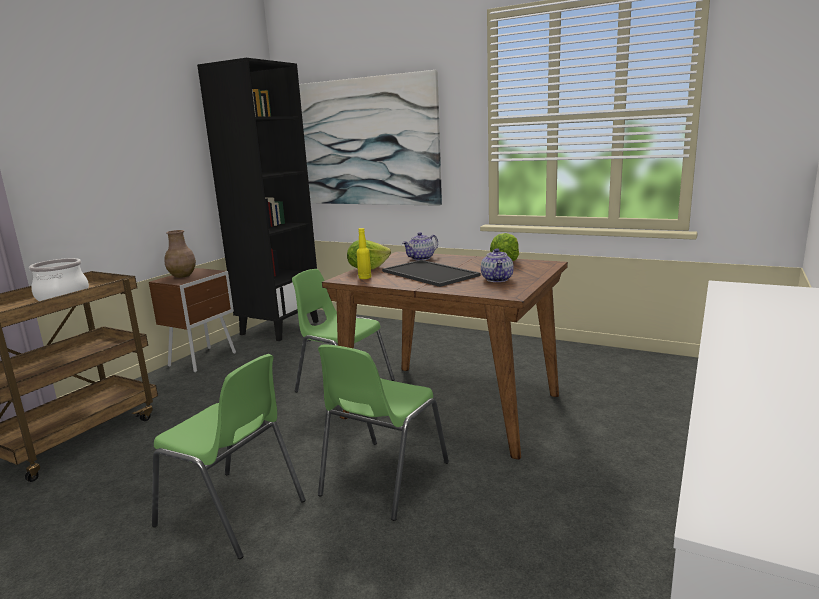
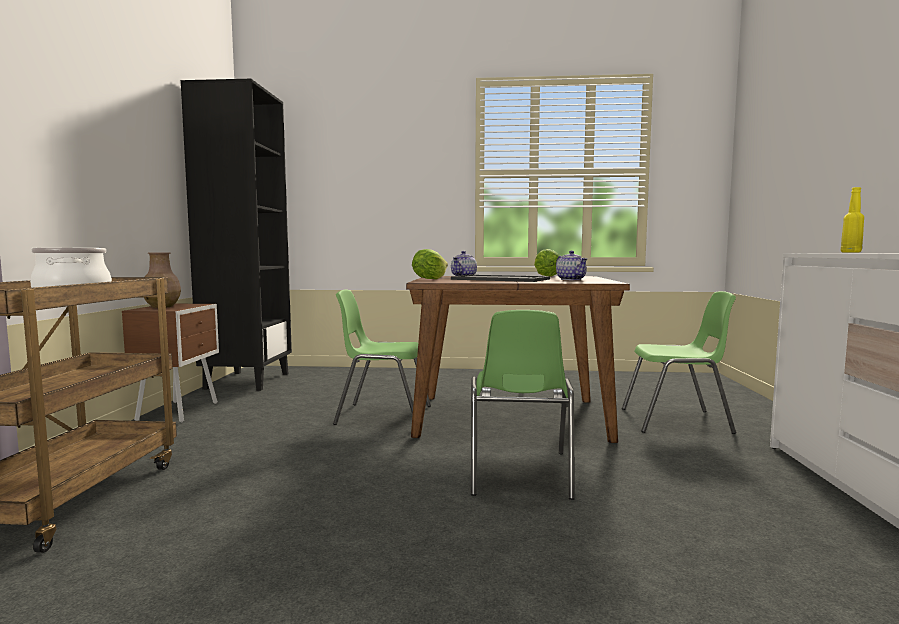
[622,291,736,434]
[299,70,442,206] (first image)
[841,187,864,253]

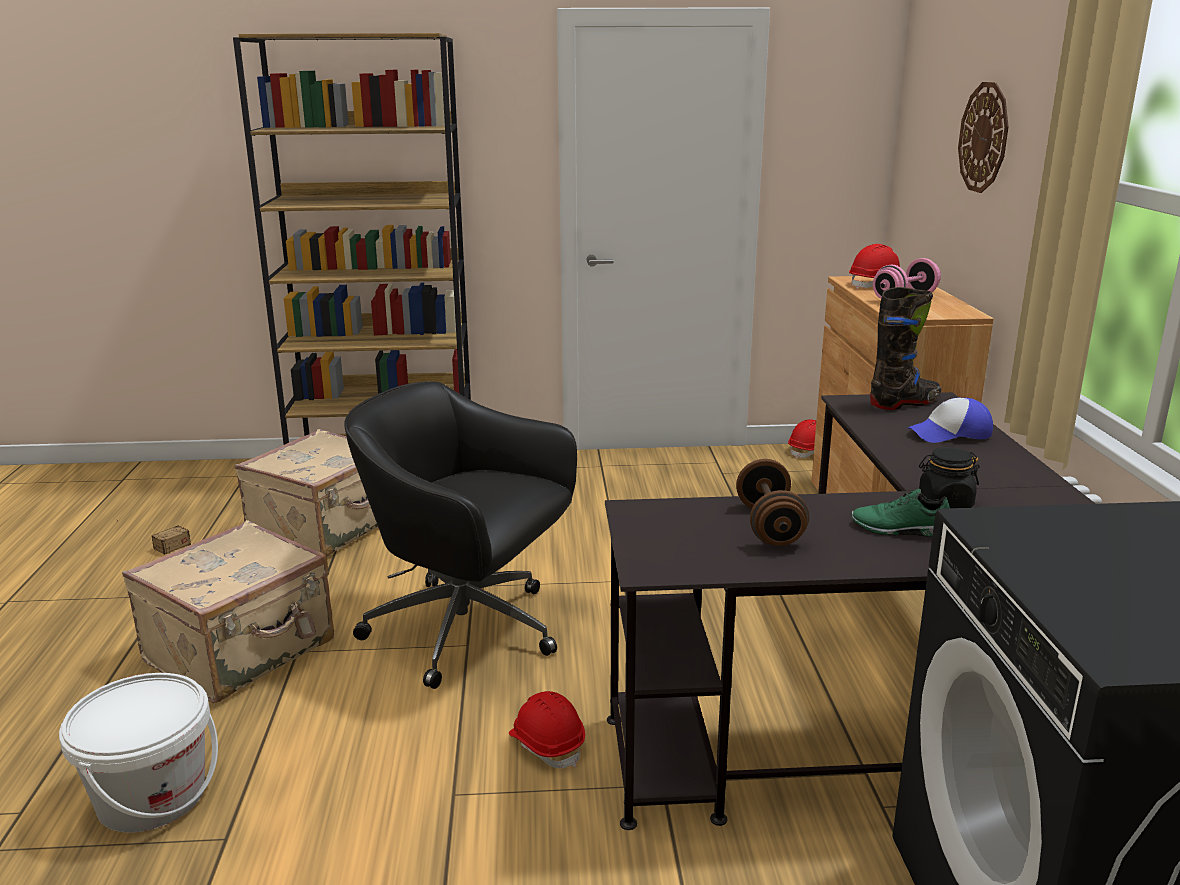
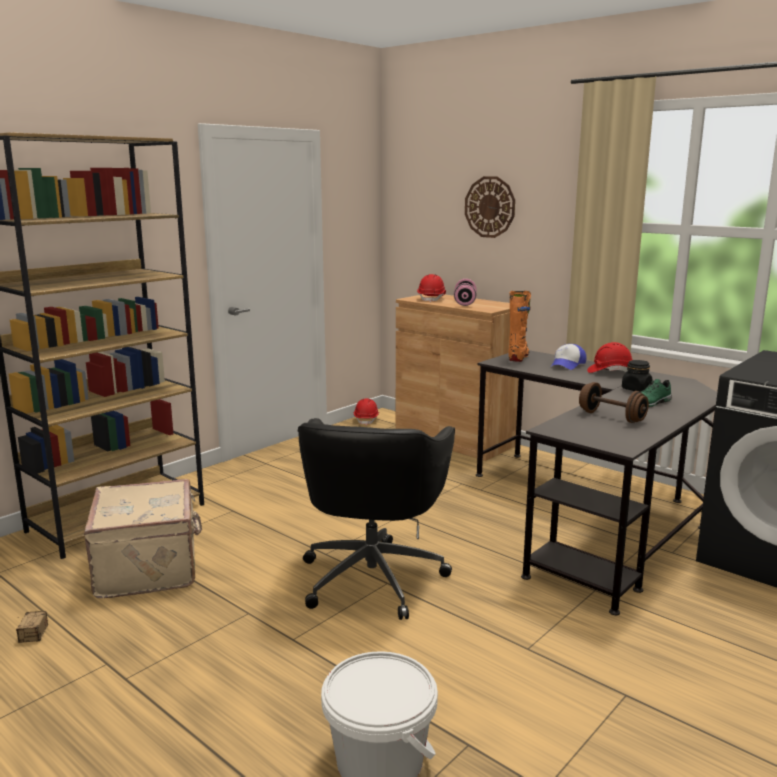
[122,520,334,703] (first image)
[298,418,455,620]
[587,342,633,373]
[508,291,531,362]

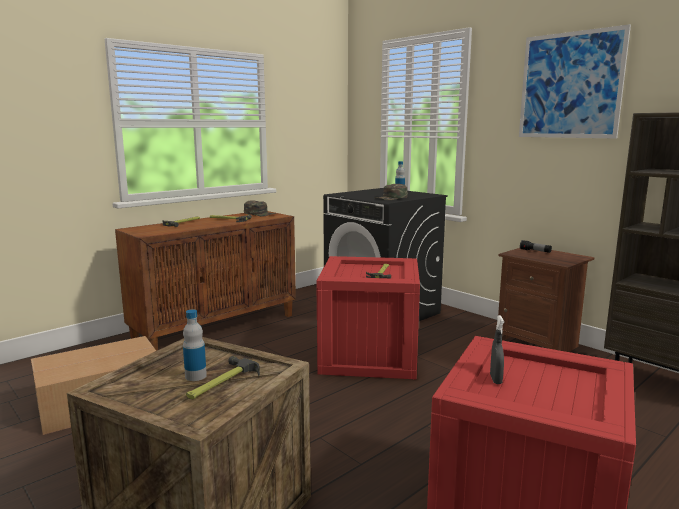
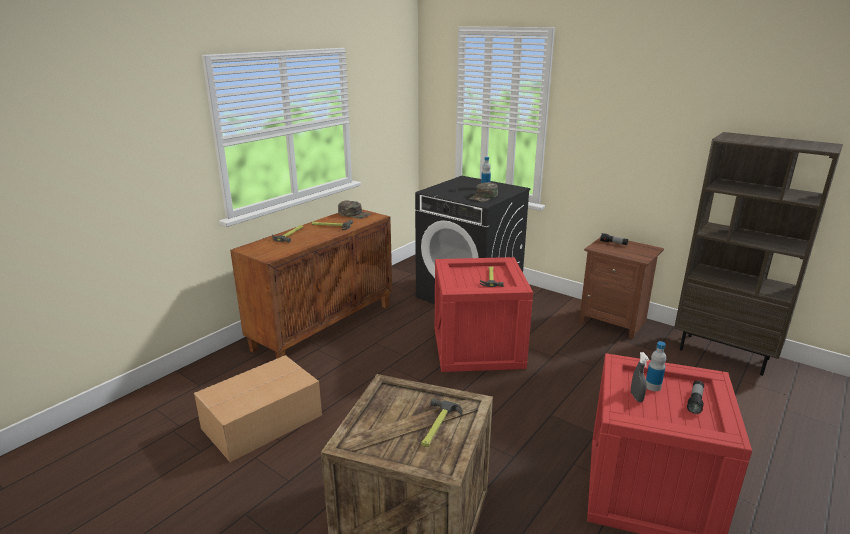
[646,341,666,391]
[519,24,631,139] (first image)
[687,380,704,414]

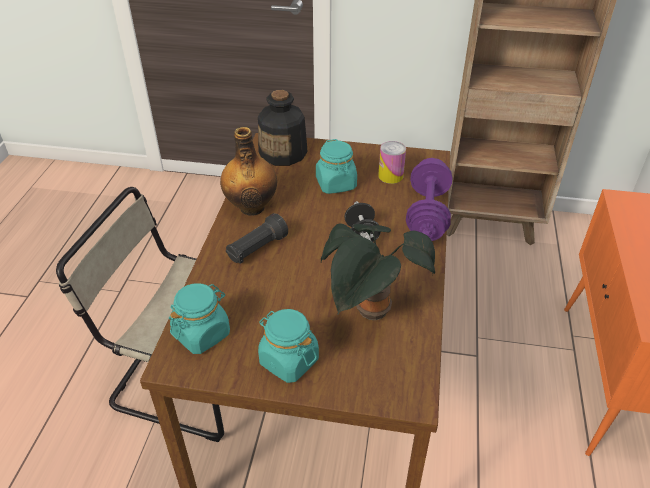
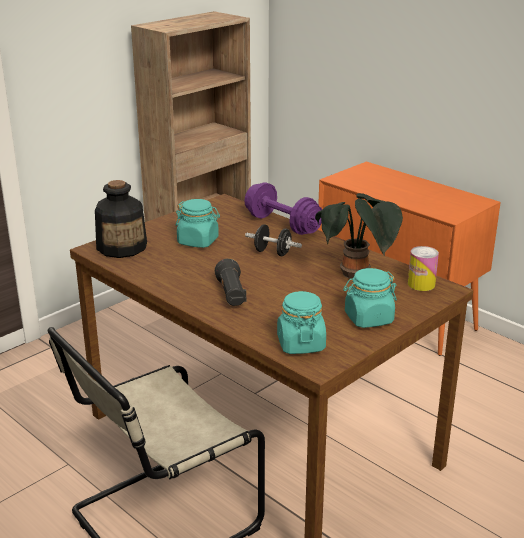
[220,127,277,216] (first image)
[408,246,439,291]

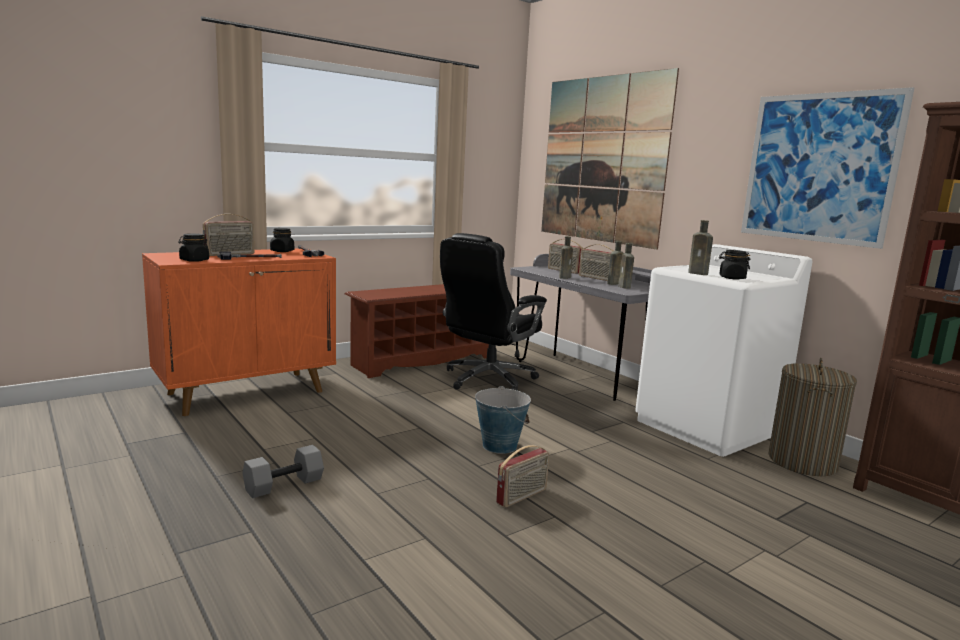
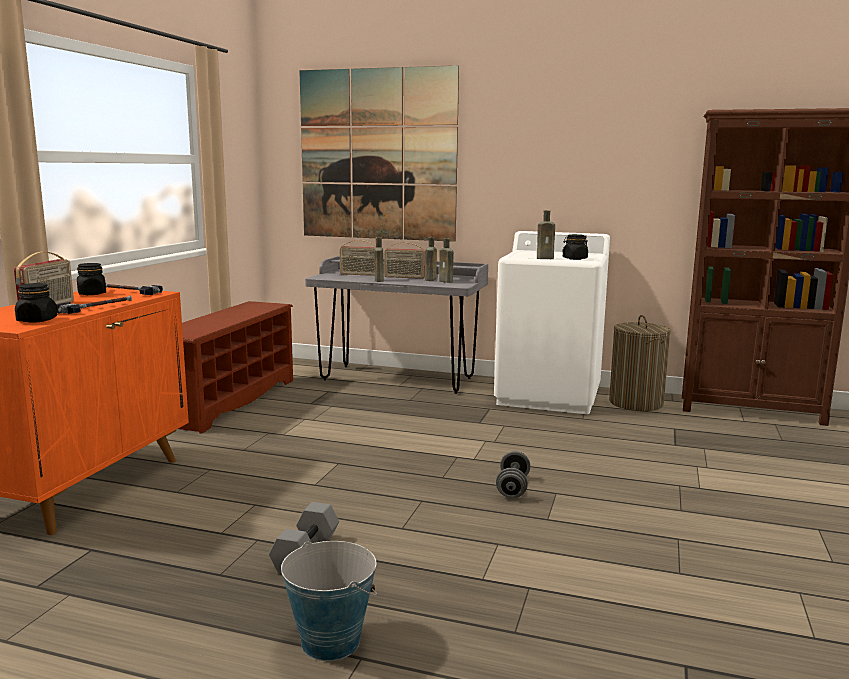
[440,233,547,391] (first image)
[281,541,377,661]
[496,451,530,498]
[741,87,914,249] (first image)

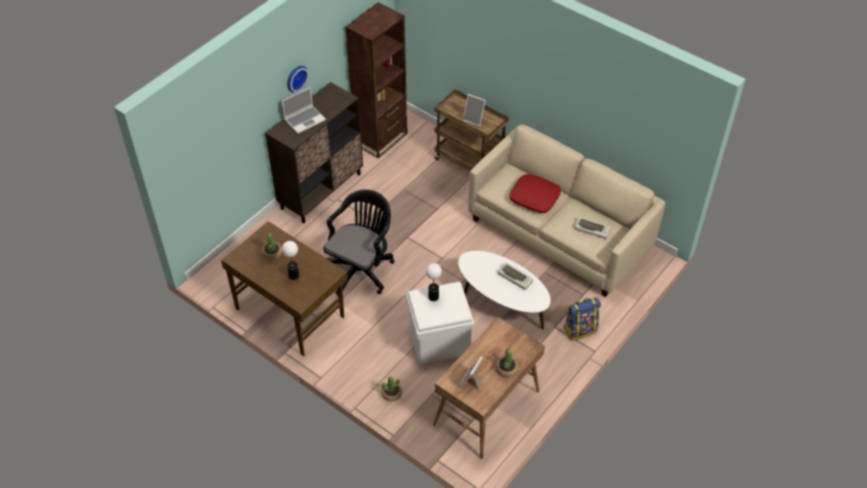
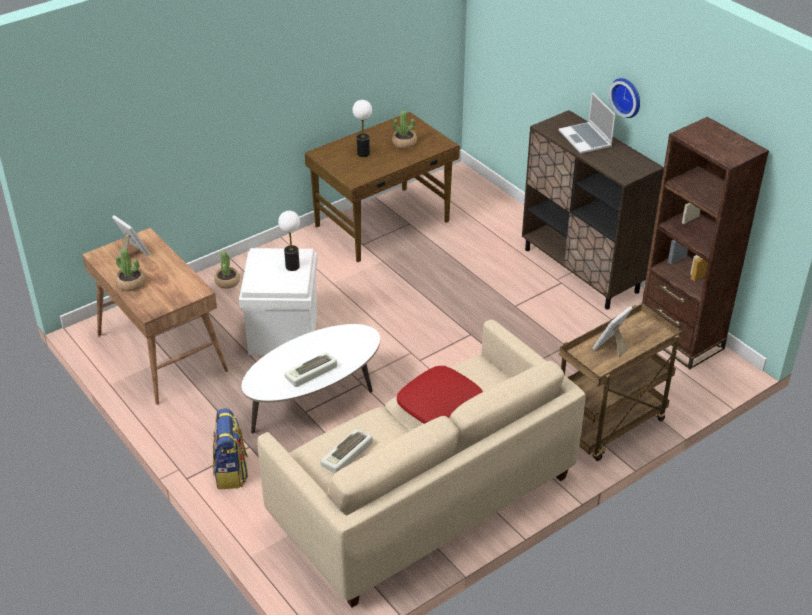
[323,189,394,295] (first image)

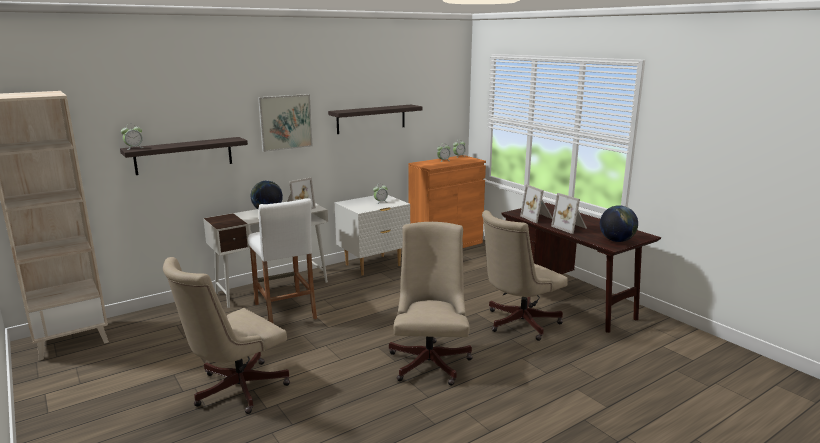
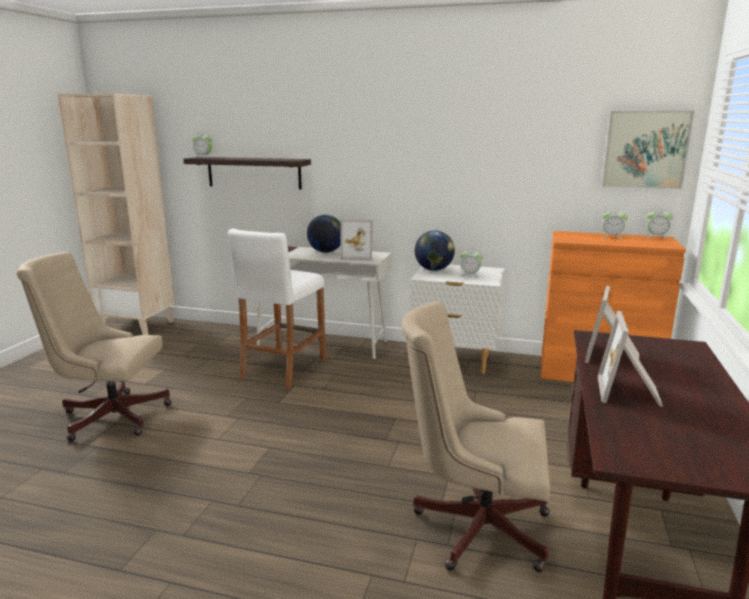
[602,111,694,189]
[328,105,423,134] (first image)
[389,222,473,386] (first image)
[415,230,455,271]

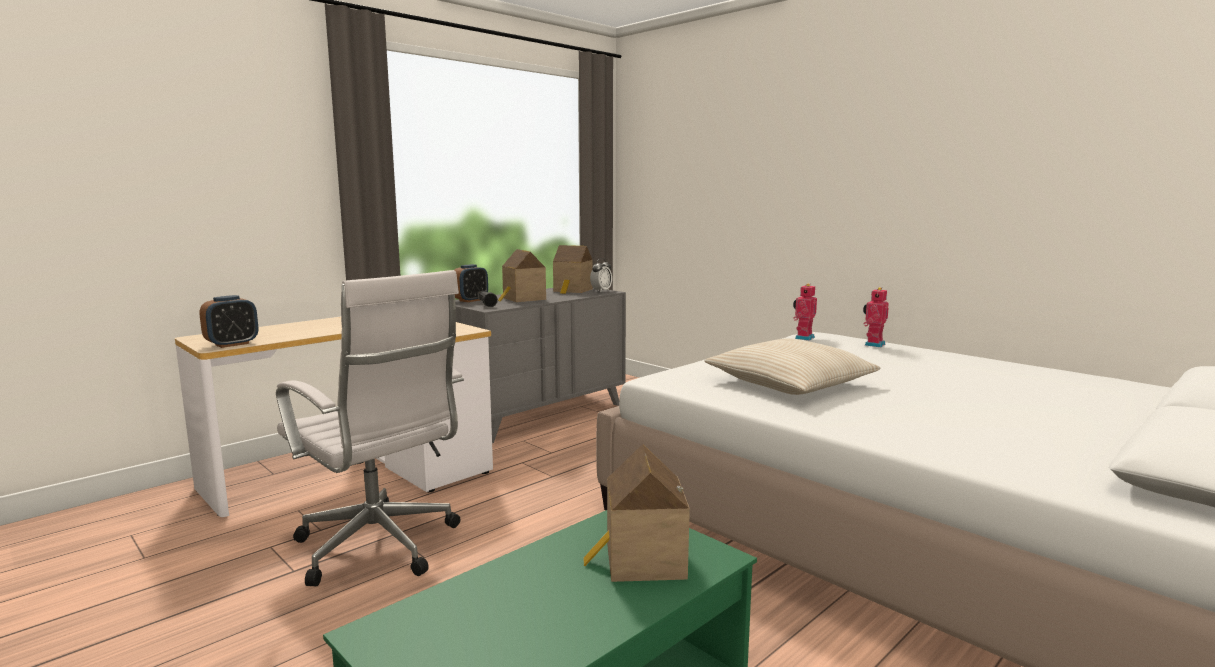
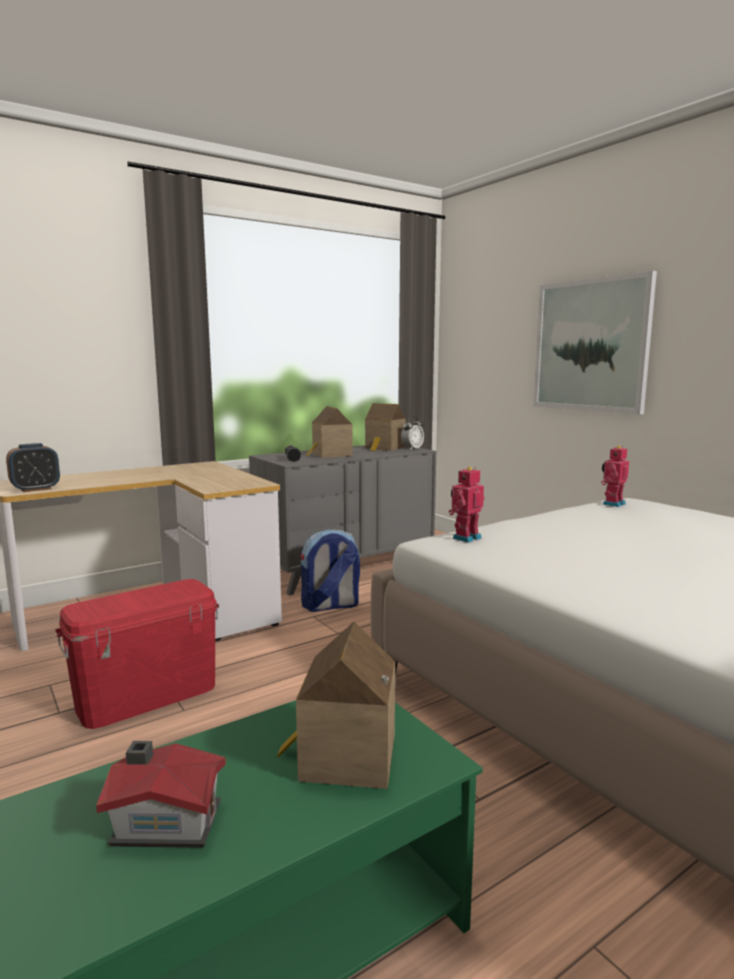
[55,579,219,729]
[454,264,488,302] (first image)
[704,338,880,395] (first image)
[448,467,485,543]
[96,741,226,848]
[300,529,360,612]
[533,271,657,414]

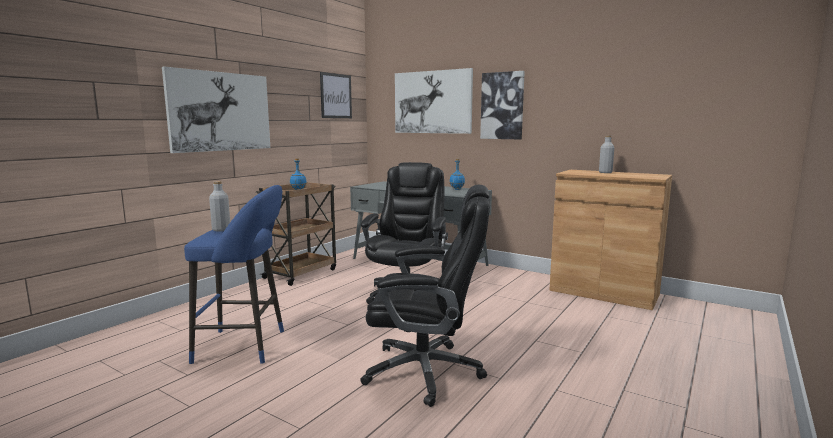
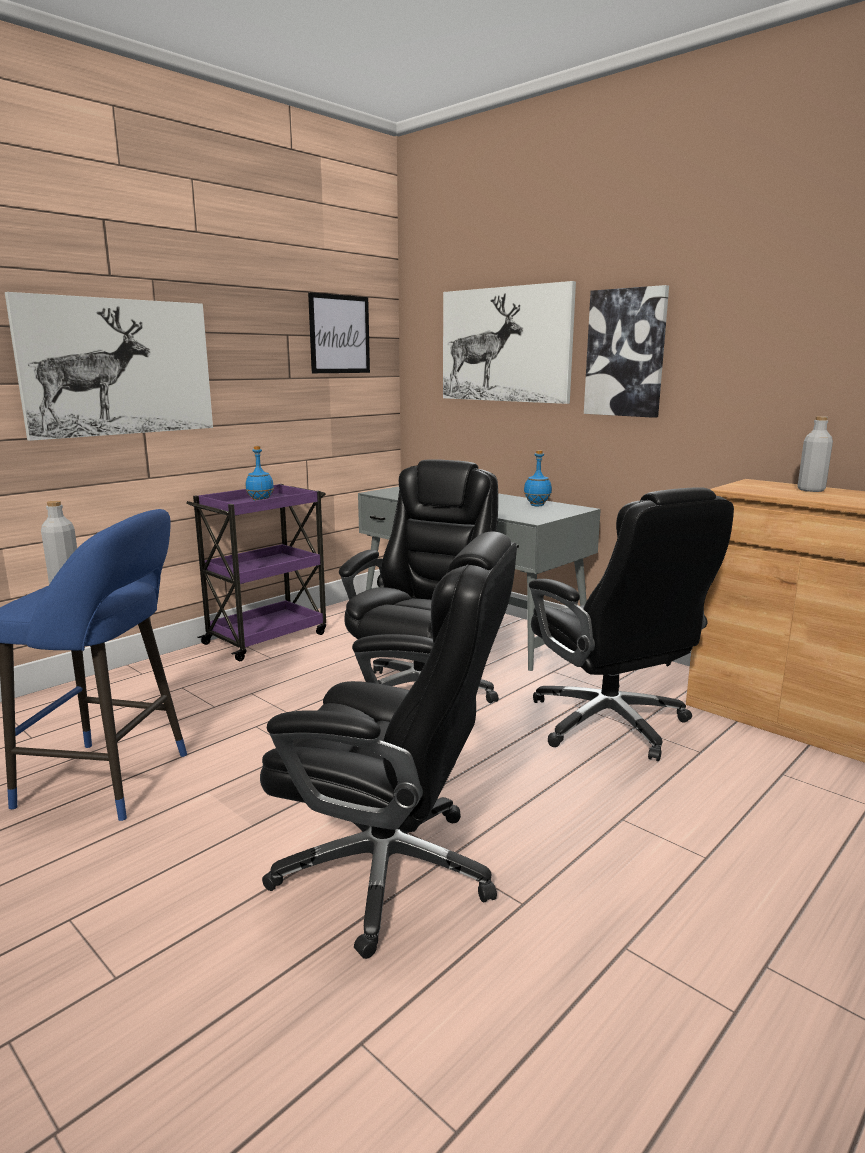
[186,484,326,661]
[529,487,734,761]

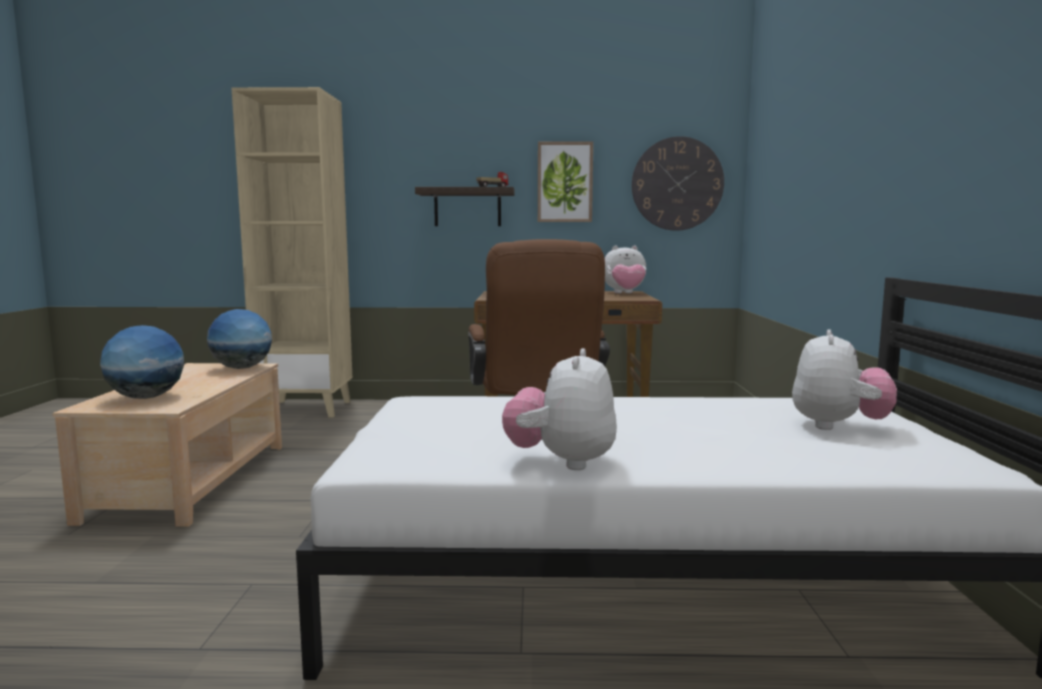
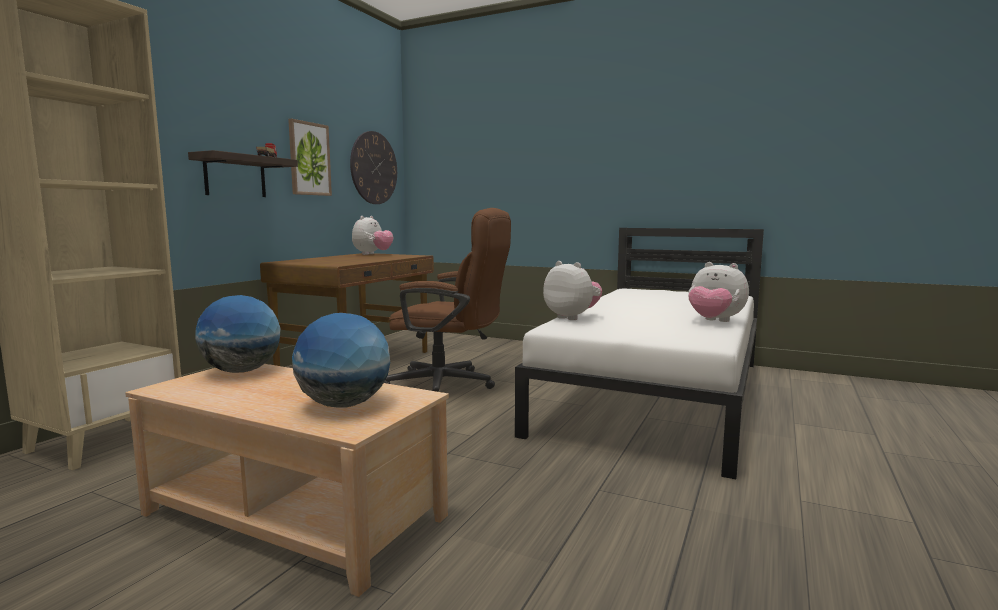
[543,261,602,320]

